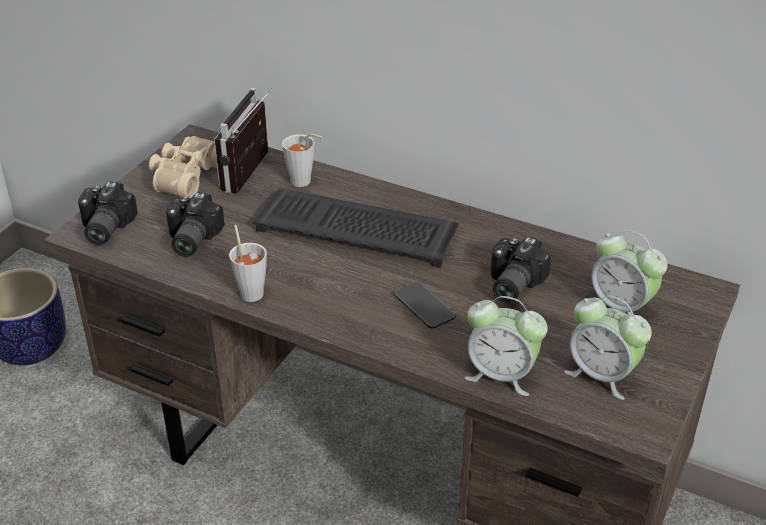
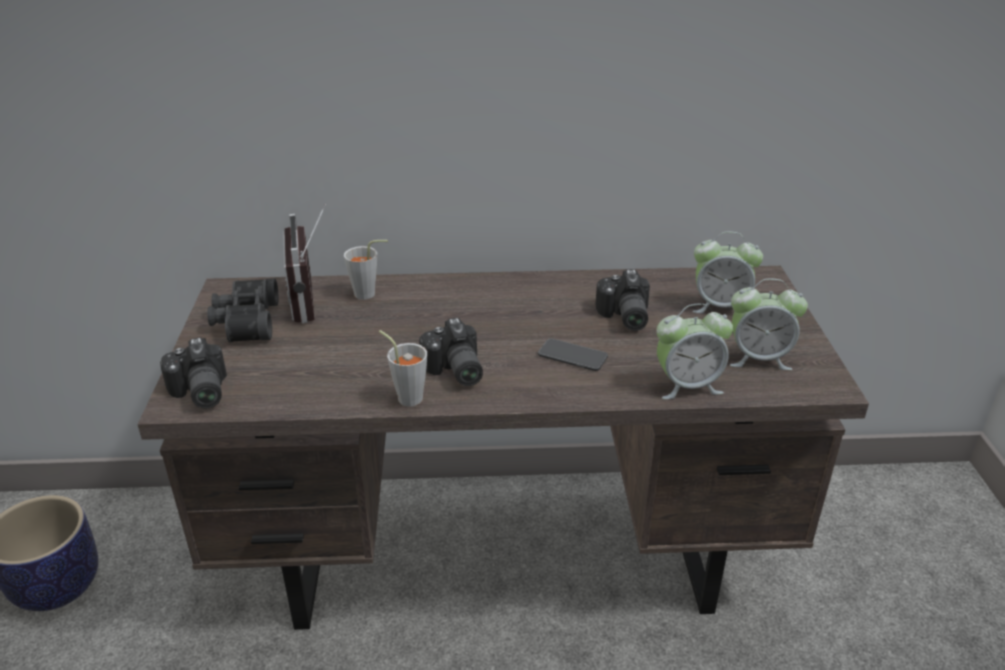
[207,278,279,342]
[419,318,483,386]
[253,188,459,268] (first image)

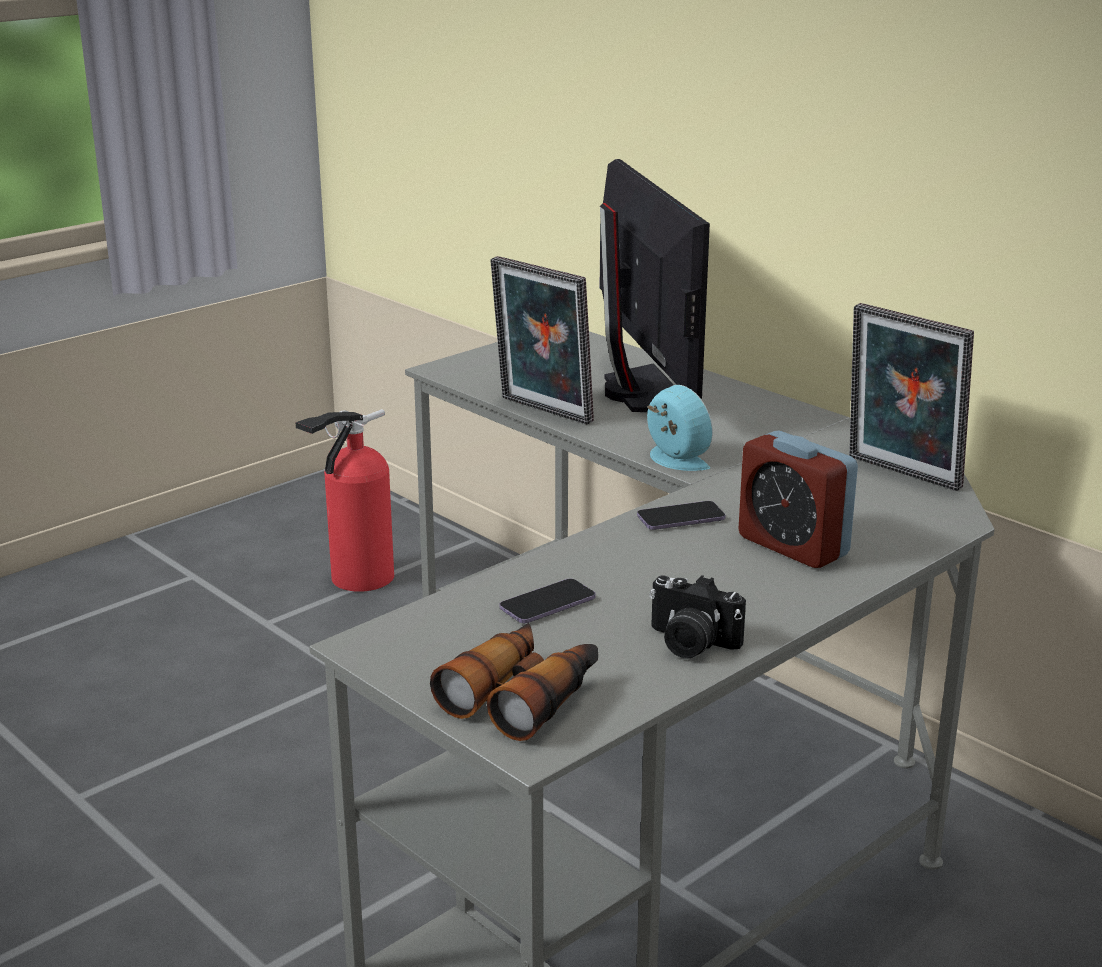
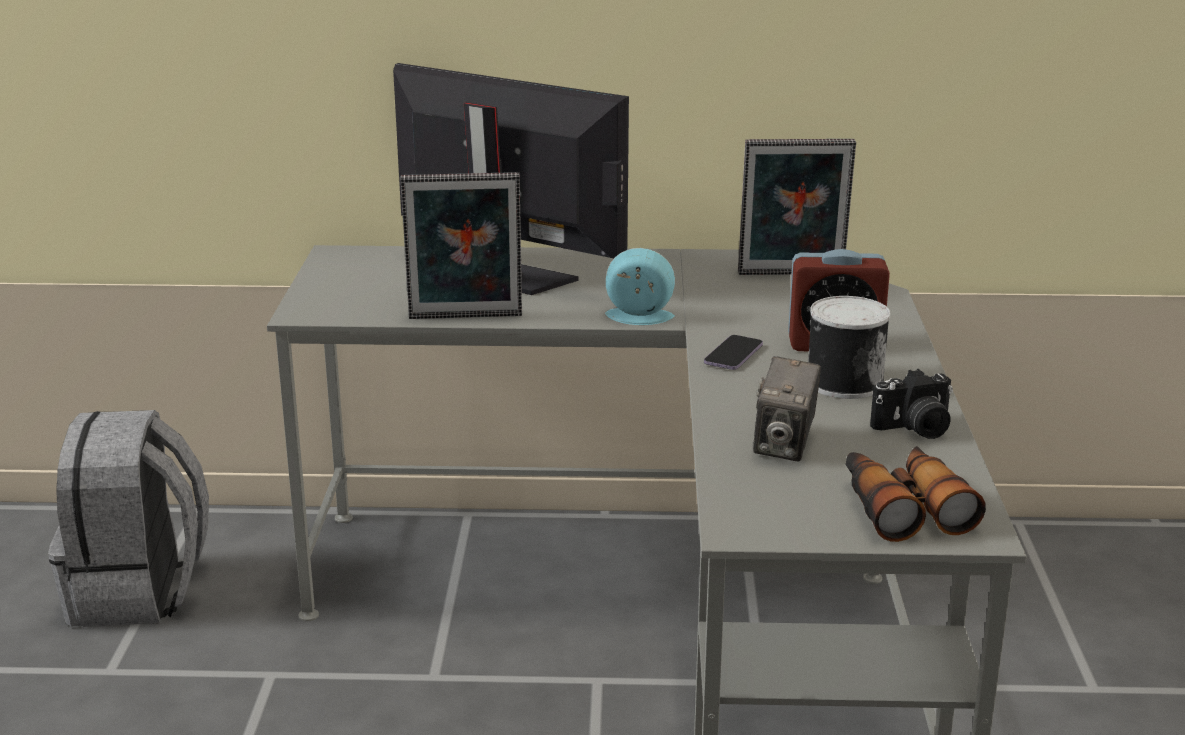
[48,410,209,627]
[753,356,821,462]
[808,296,890,399]

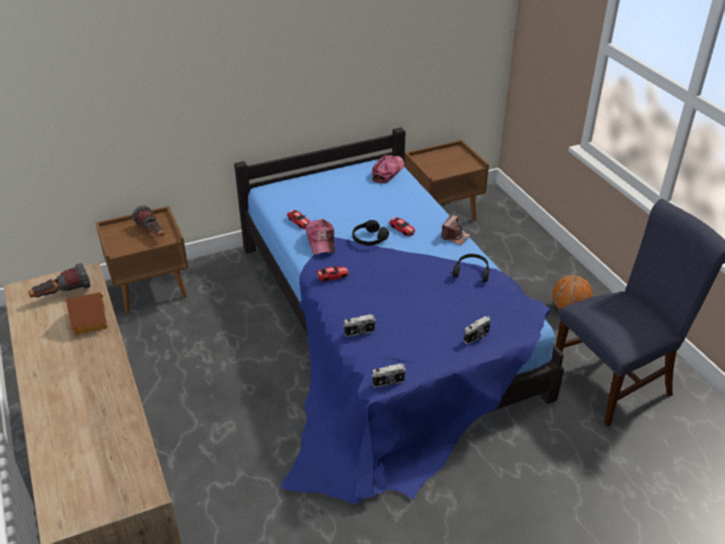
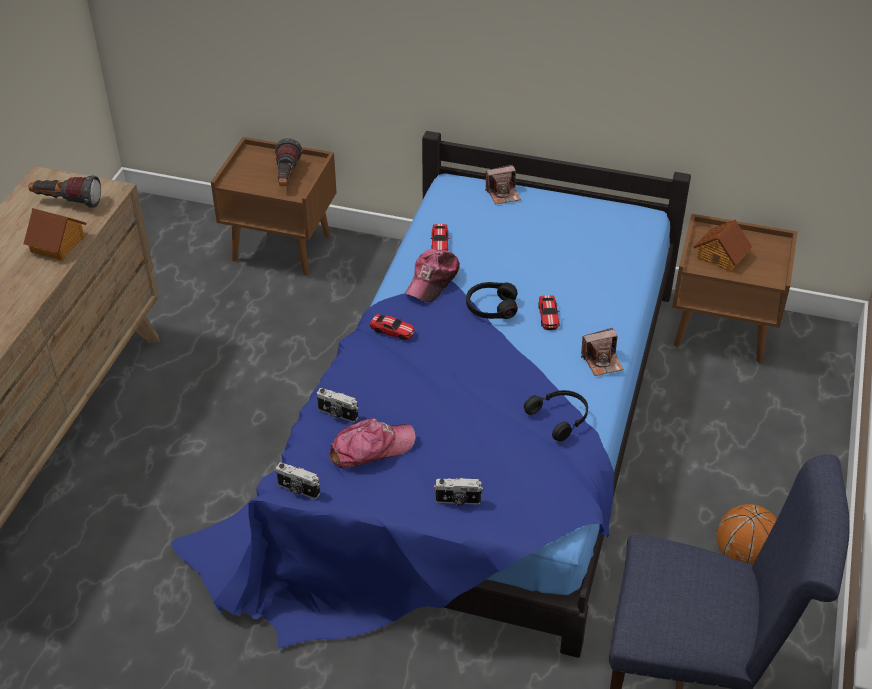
[329,418,415,469]
[485,165,521,205]
[694,219,752,273]

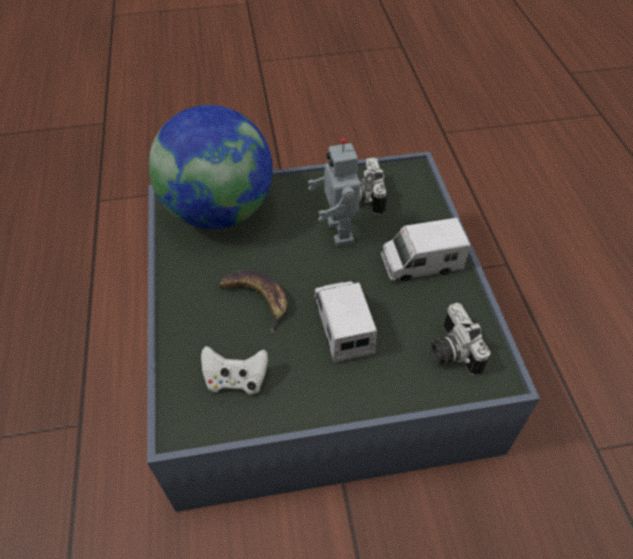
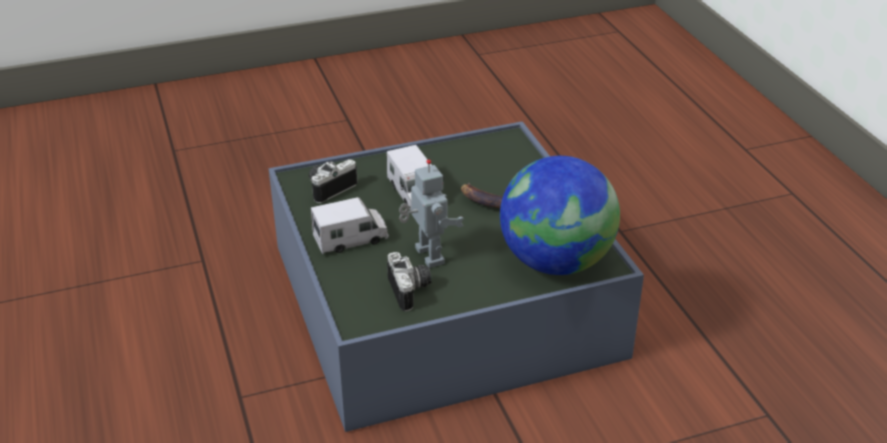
[201,346,268,394] (first image)
[309,159,358,203]

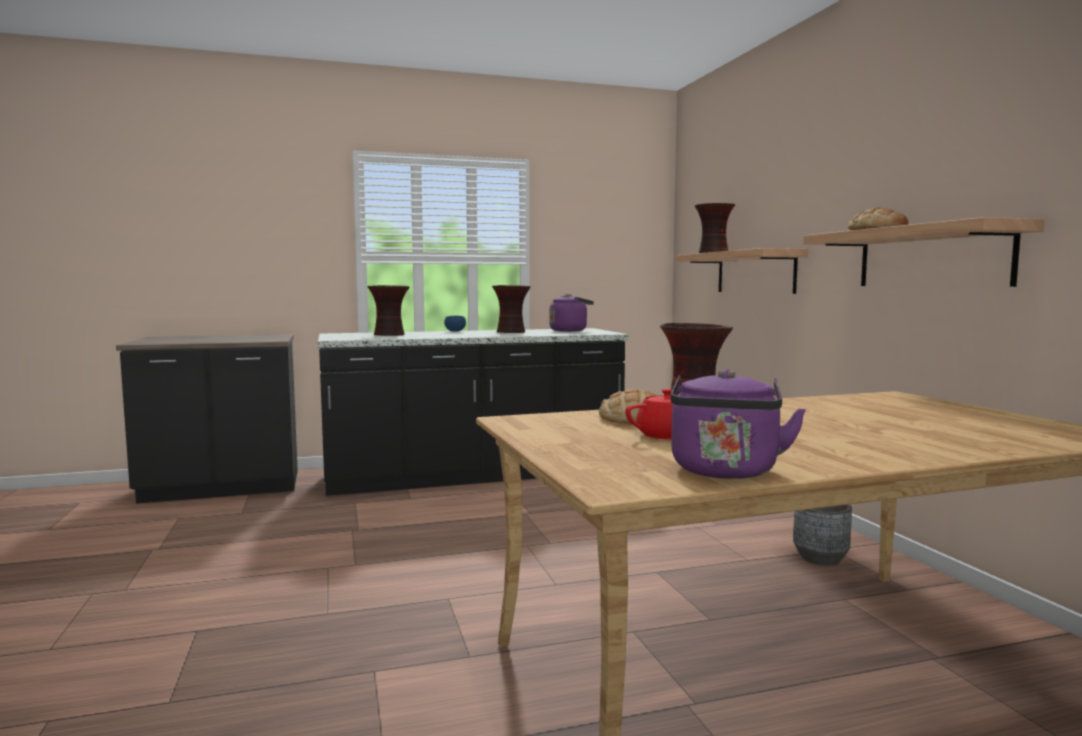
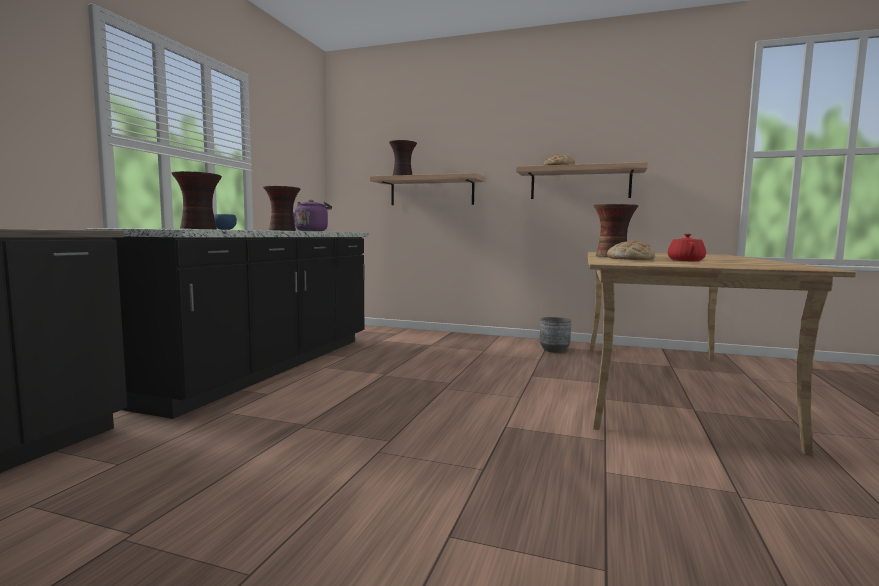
[671,369,806,479] (first image)

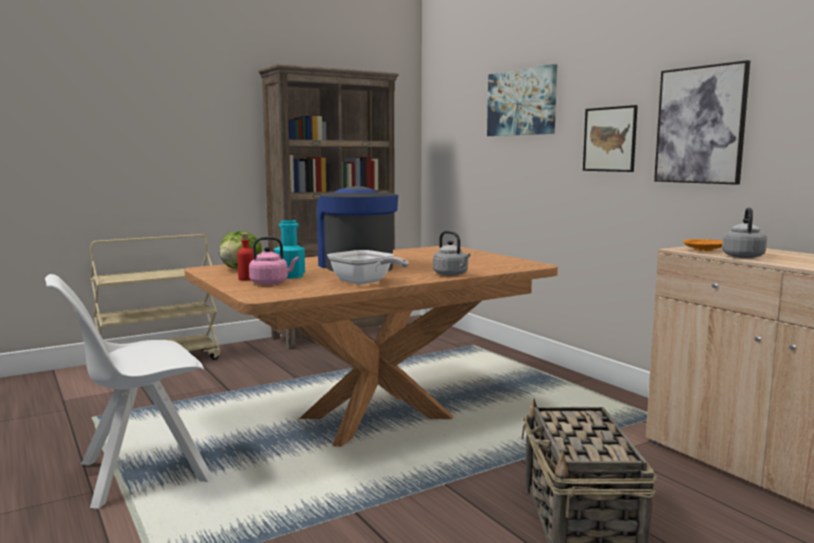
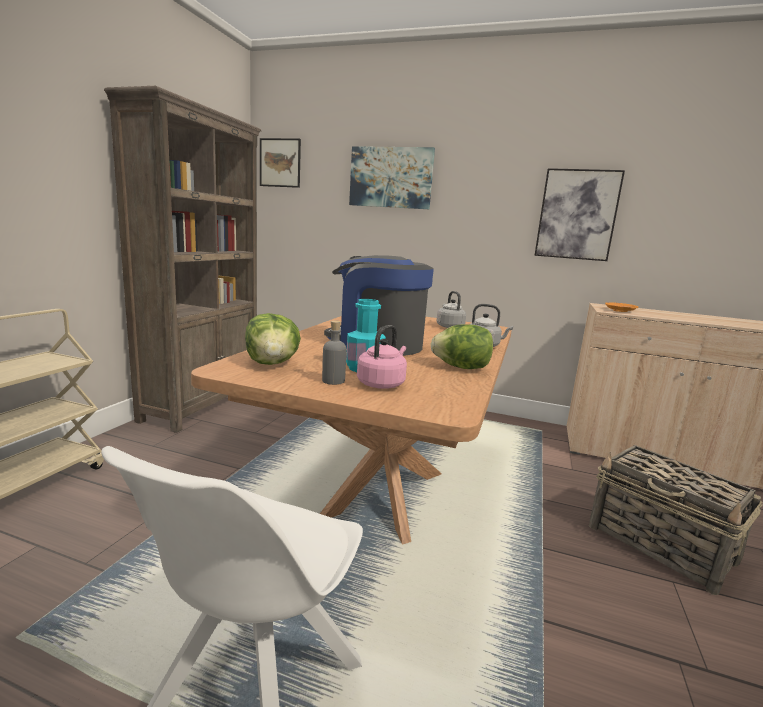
[322,320,346,385]
[431,324,493,369]
[260,138,301,188]
[436,291,466,328]

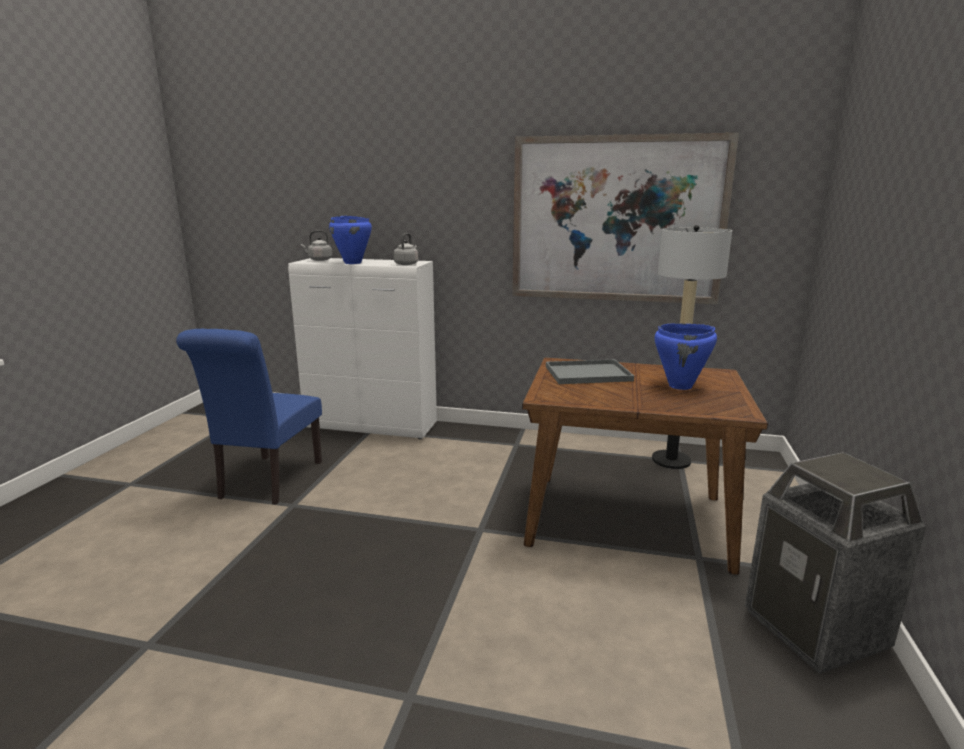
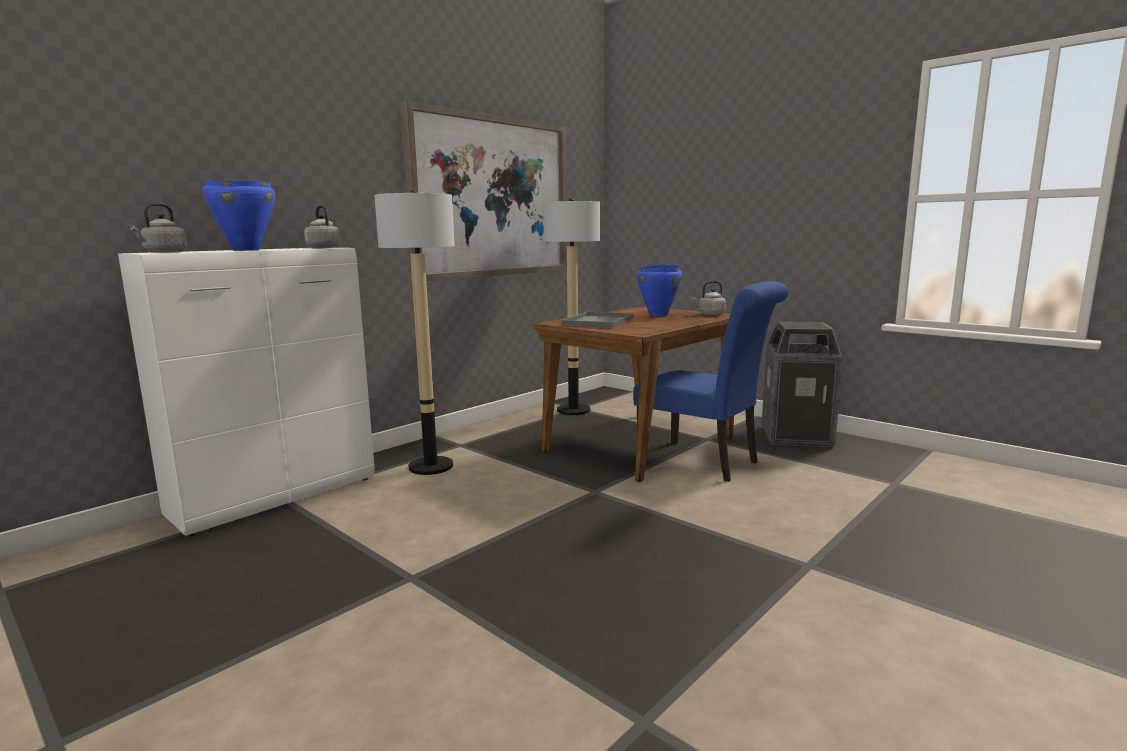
[633,281,789,482]
[374,190,455,475]
[692,281,726,315]

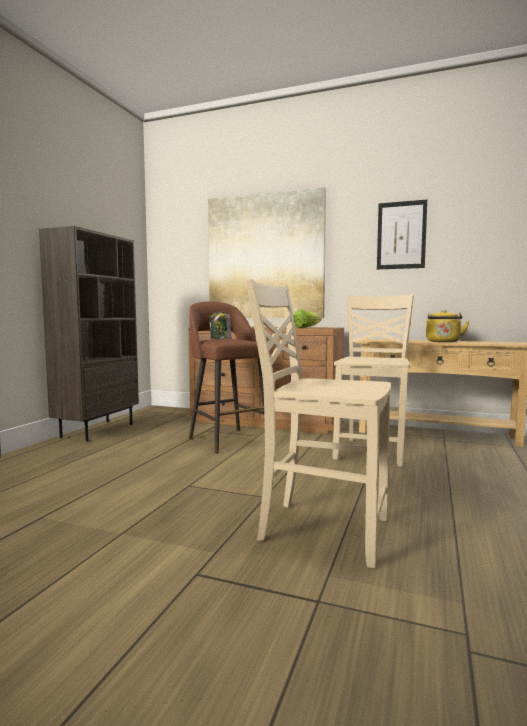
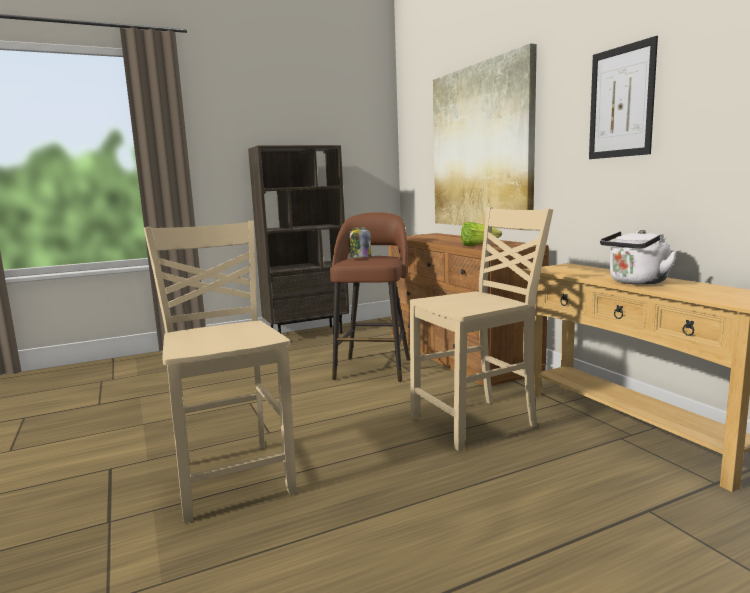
[600,229,677,285]

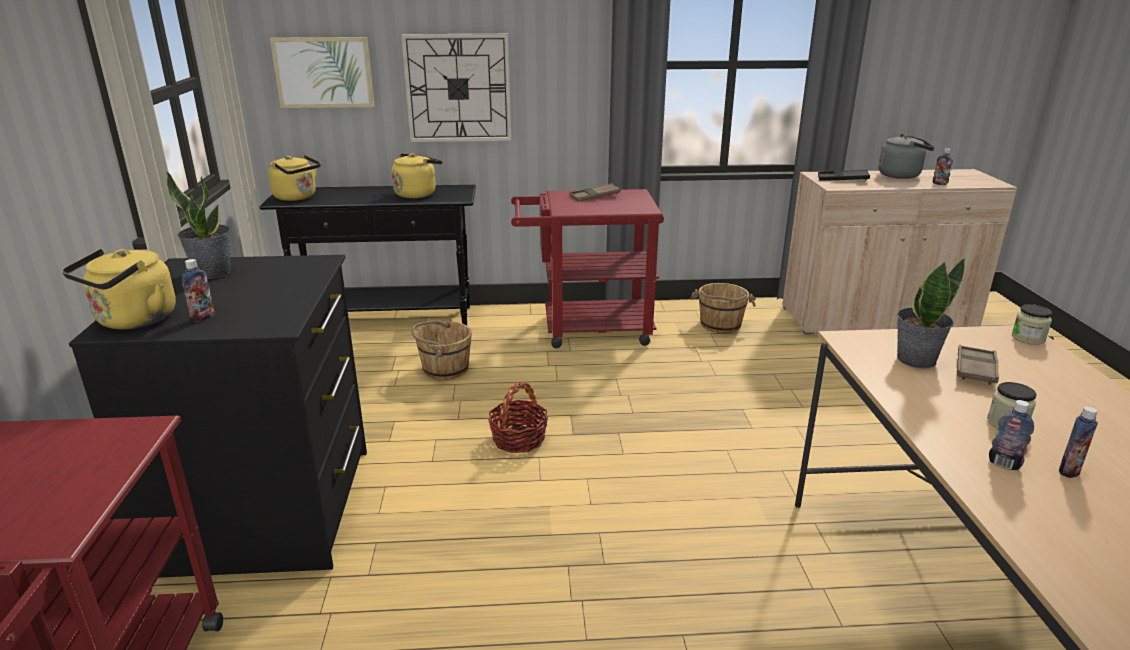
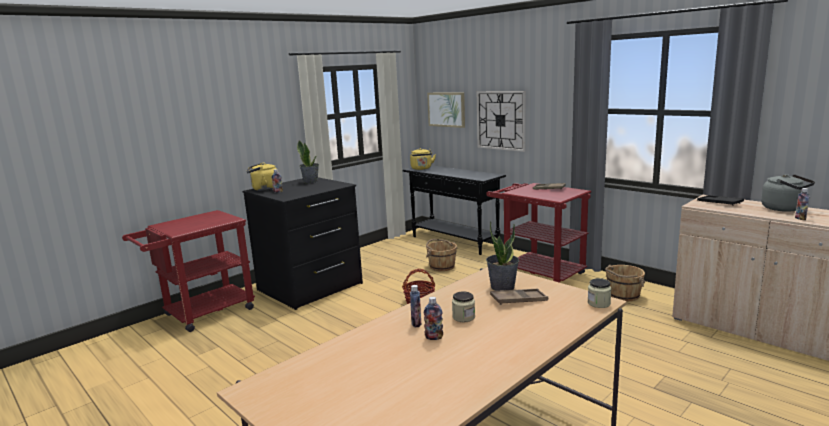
[391,153,442,198] (first image)

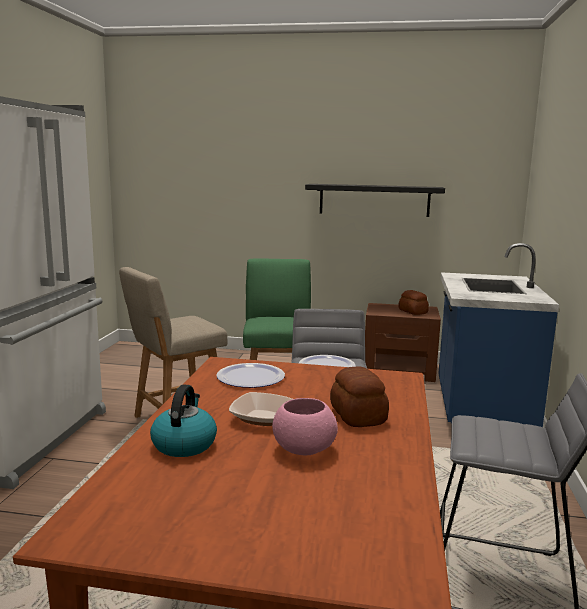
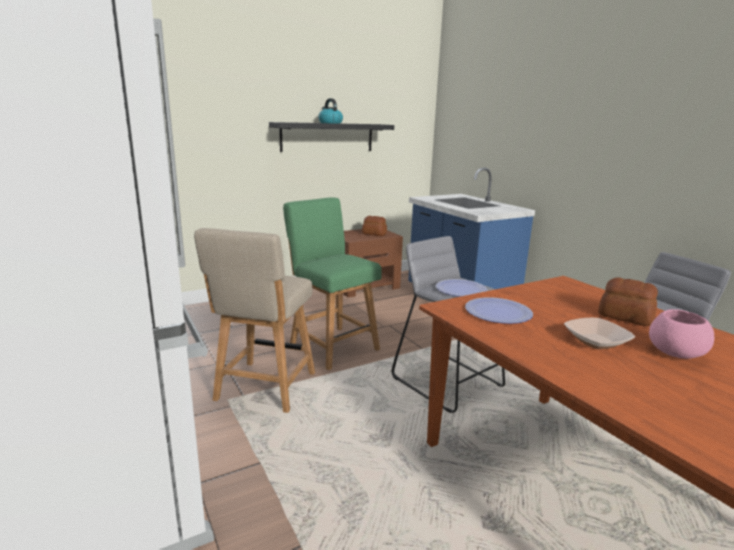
[318,98,343,124]

